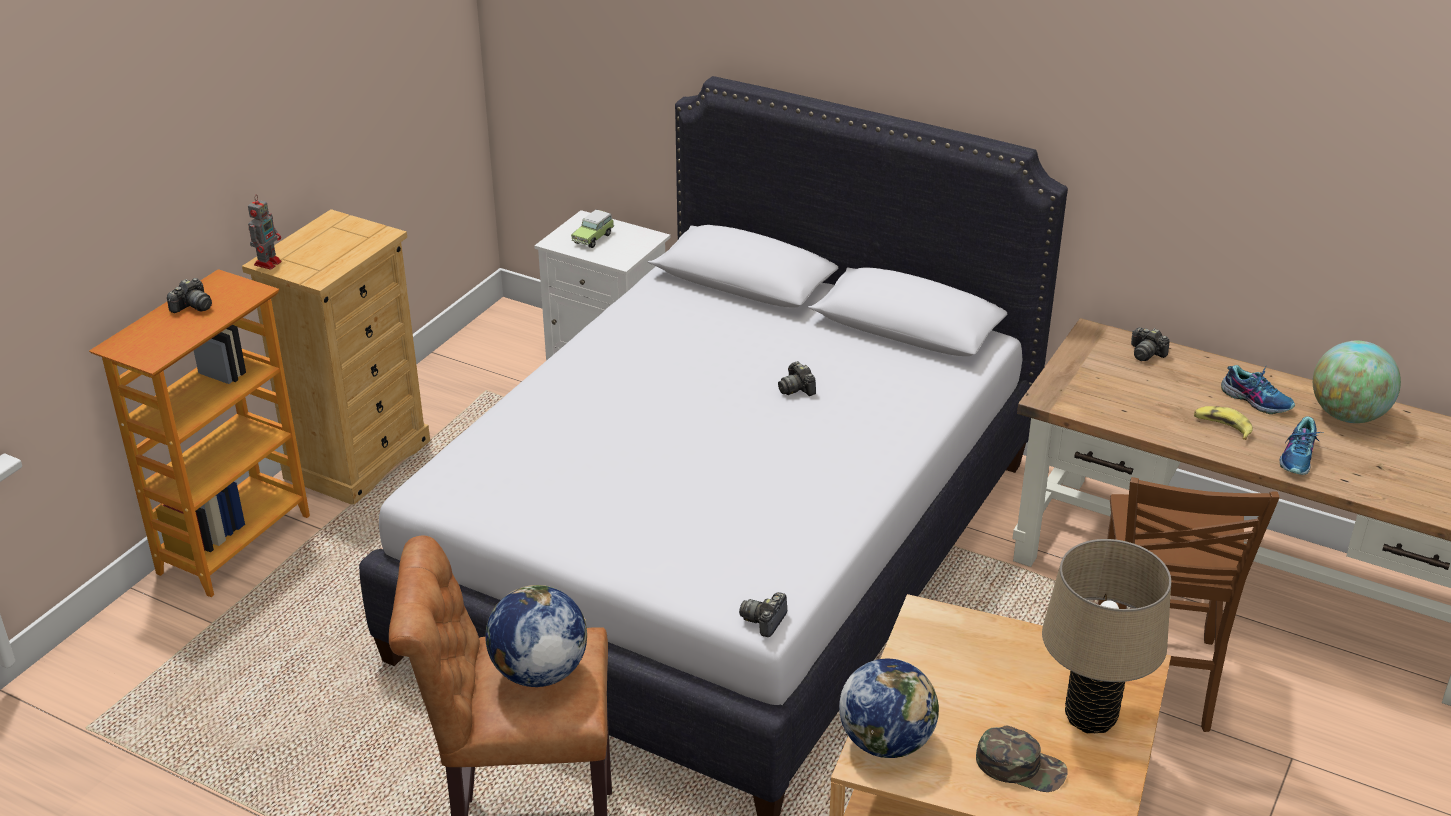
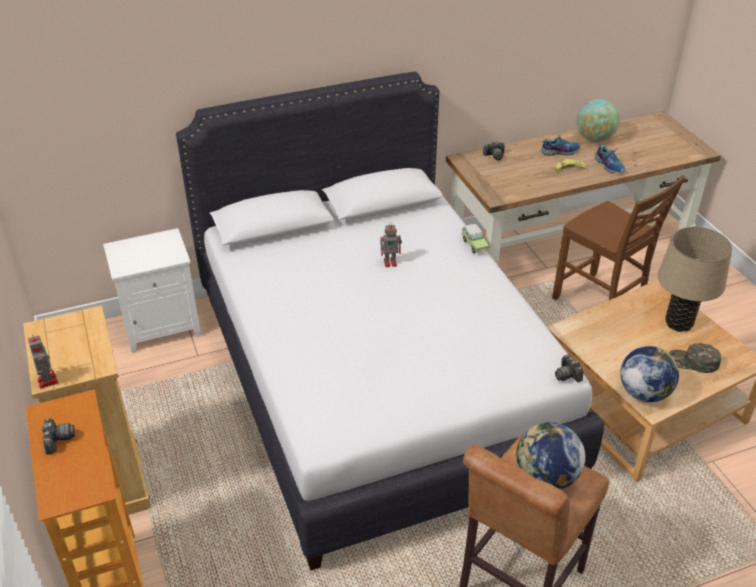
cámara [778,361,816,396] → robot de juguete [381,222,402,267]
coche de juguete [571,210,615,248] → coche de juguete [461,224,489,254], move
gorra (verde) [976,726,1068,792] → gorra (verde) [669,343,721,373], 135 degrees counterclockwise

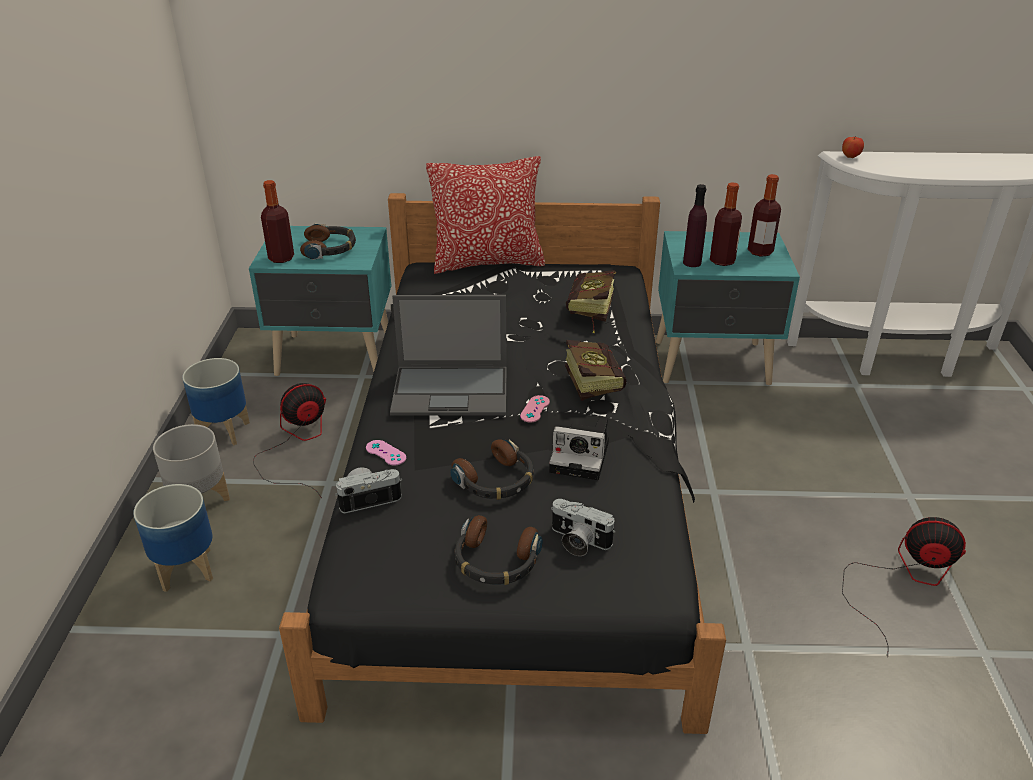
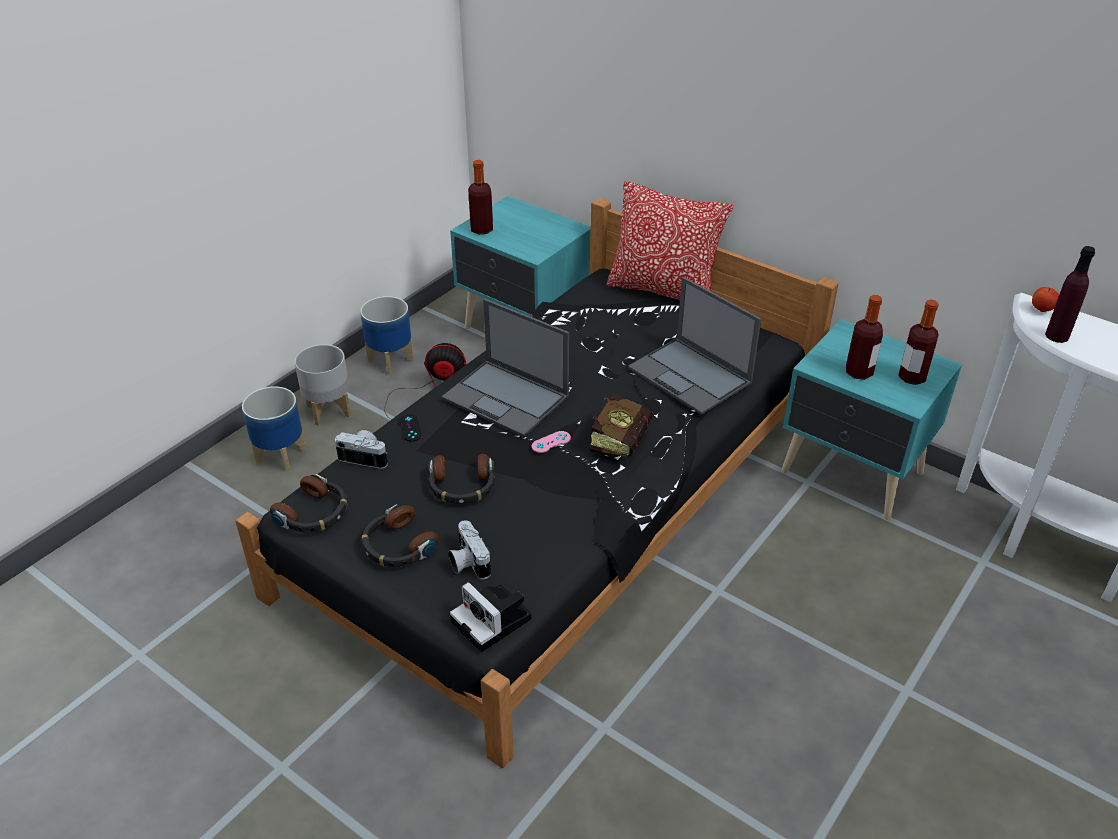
auriculares [300,224,356,260] → auriculares [270,474,348,533], move
mando de consola (rosa) [366,440,406,465] → mando de consola (negro) [400,414,422,442]
cámara [549,416,609,480] → cámara [450,582,532,652], move
libro [566,270,616,333] → portátil [628,277,761,415]
botella (morado) [683,184,707,267] → botella (morado) [1045,246,1095,343], move
ventilador [842,517,966,657] → -

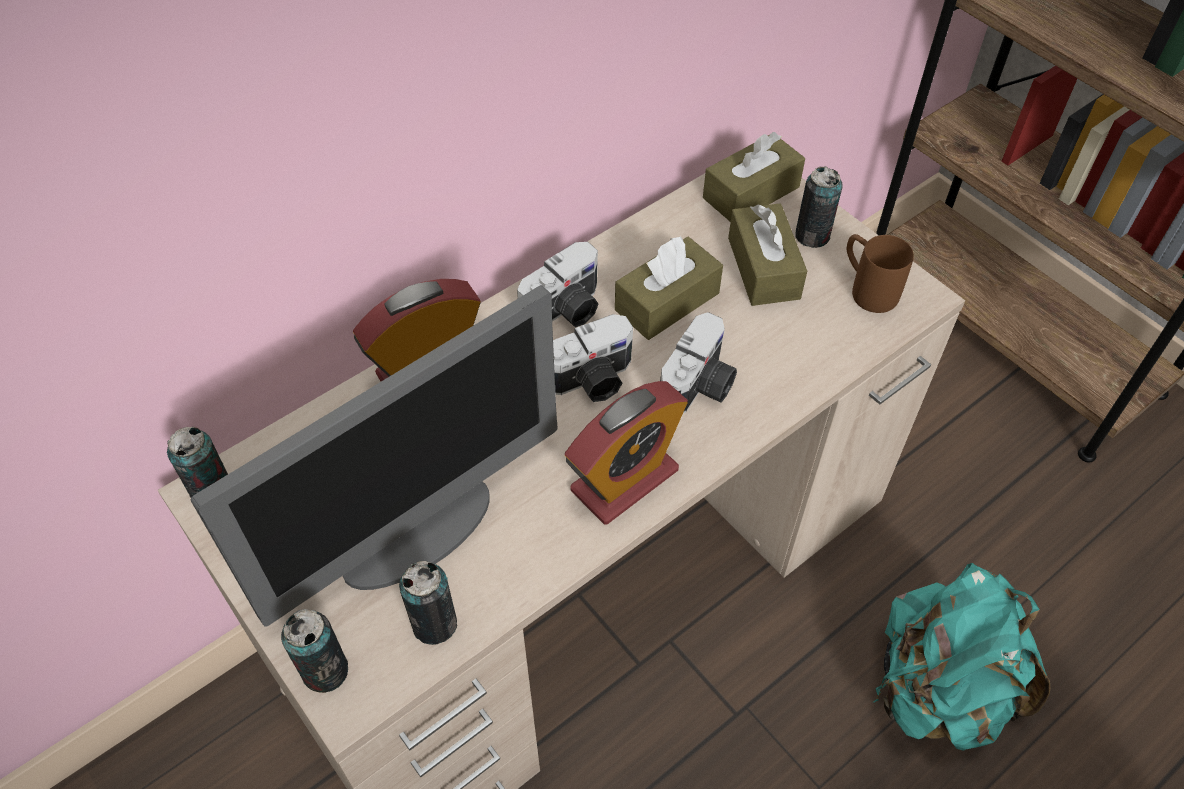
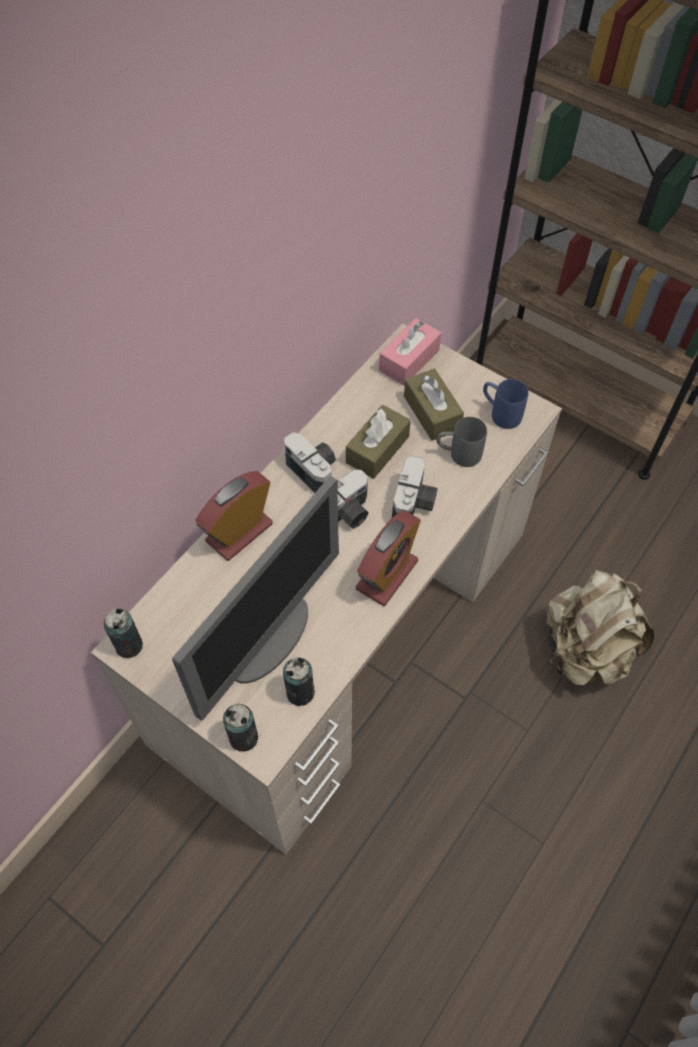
cámara [517,242,598,327] → cámara [284,432,336,494], 75 degrees counterclockwise
caja de pañuelos (marrón) [703,132,805,222] → caja de pañuelos (rosa) [379,318,441,386]
- → taza grande (gris) [437,417,487,467]
taza grande (marrón) [847,234,914,313] → taza grande (azul) [483,379,528,429]
mochila (turquesa) [874,563,1050,751] → mochila (beis) [546,570,655,686]
lata [795,166,843,248] → -

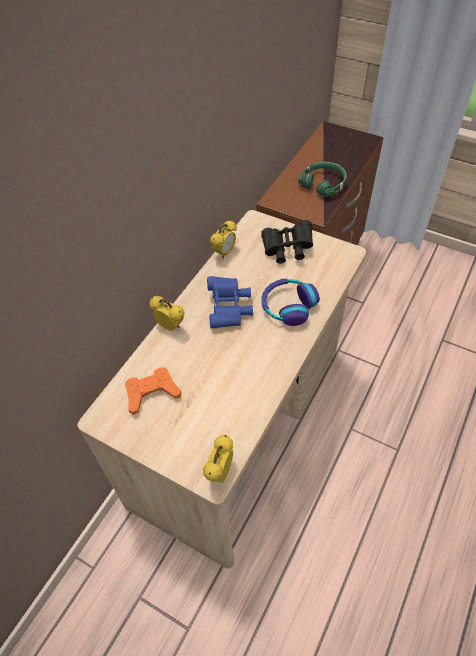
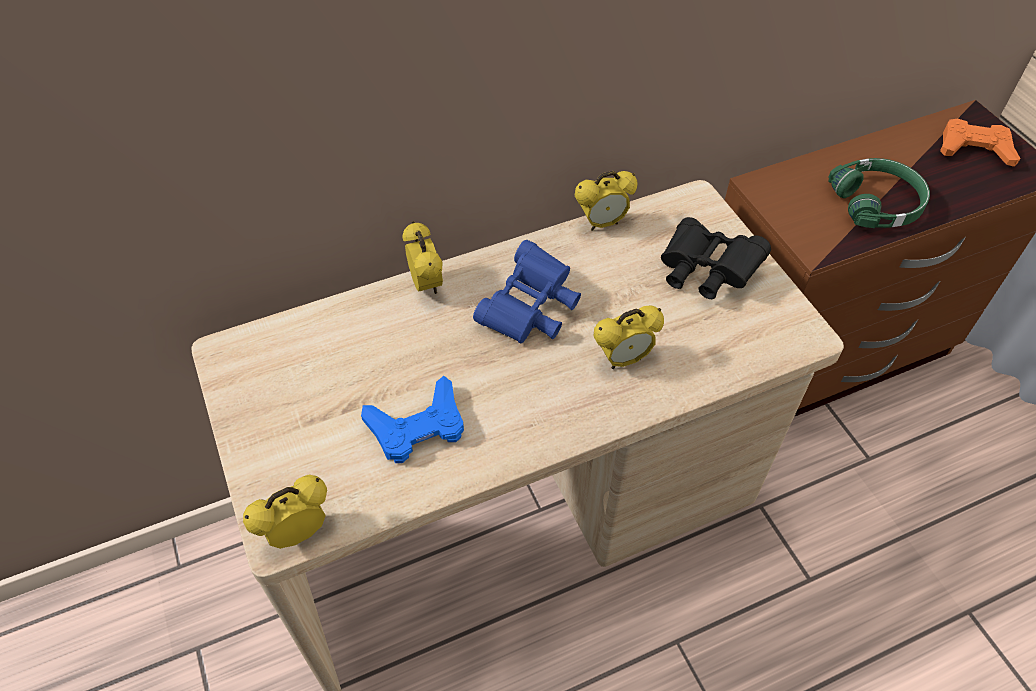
- → mando de consola (azul) [361,376,464,463]
auriculares [261,279,320,326] → despertador [594,305,664,369]
mando de consola (naranja) [125,367,182,415] → mando de consola (naranja) [940,119,1021,167], move

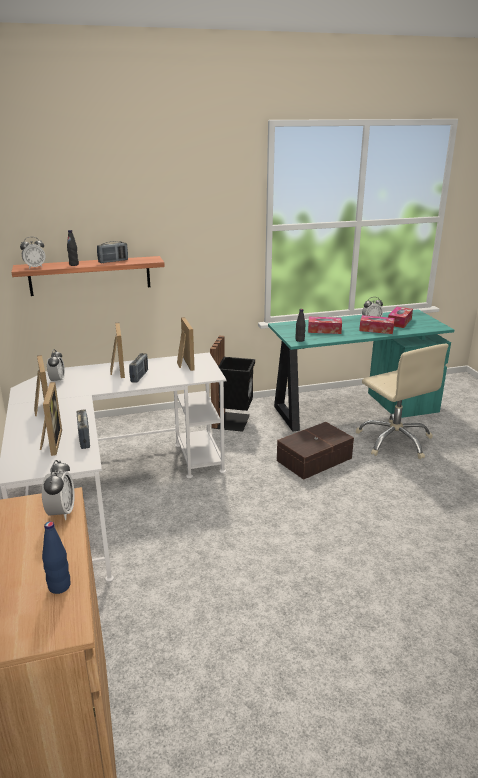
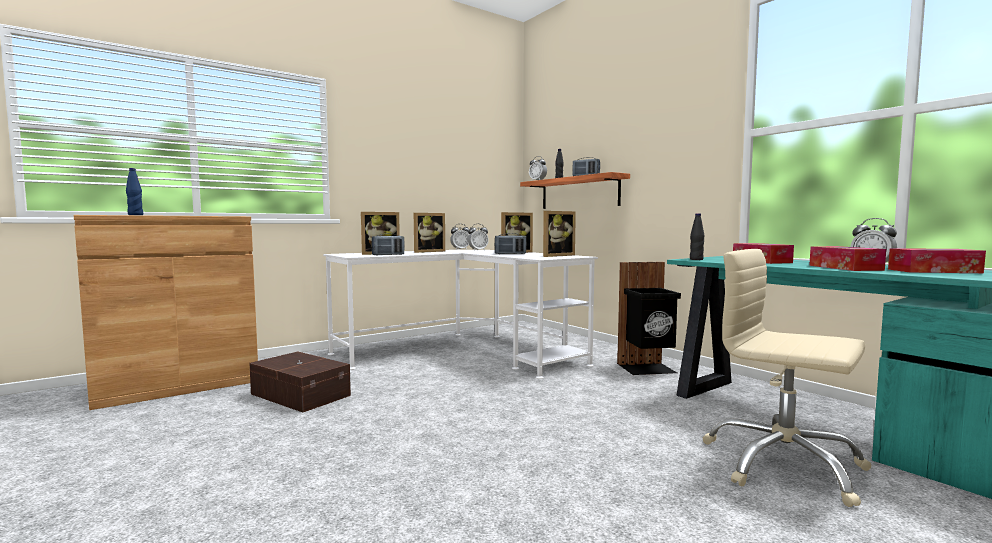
caja de almacenaje (marrón) [277,422,354,480] → caja de almacenaje (marrón) [249,352,351,412], move
despertador [42,460,75,520] → despertador [450,224,469,250], move
silla de oficina (beis) [356,344,449,459] → silla de oficina (beis) [703,249,872,507], 90 degrees clockwise

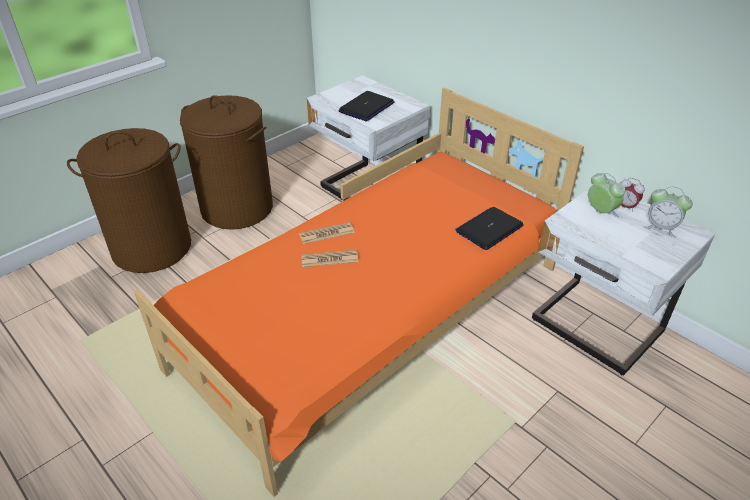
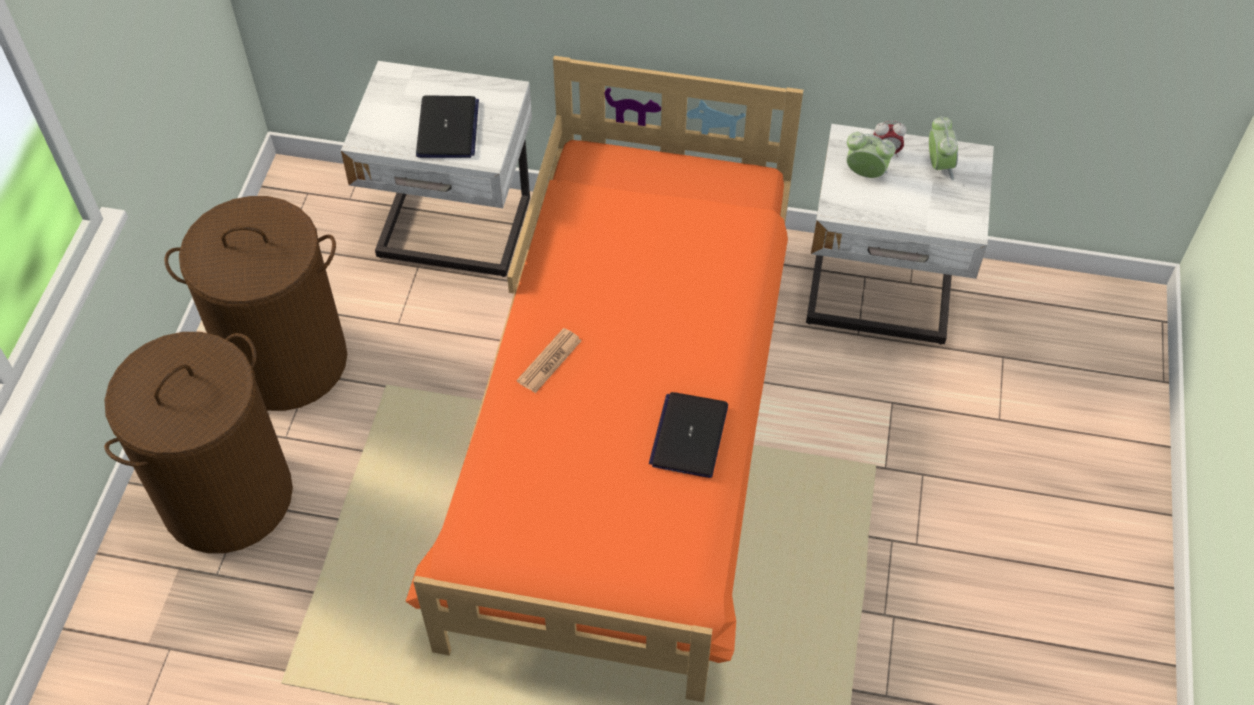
portátil [455,207,524,250] → portátil [649,392,728,478], move
despertador [643,186,693,237] → despertador [929,116,958,180], 90 degrees counterclockwise
periódico [301,250,359,267] → -

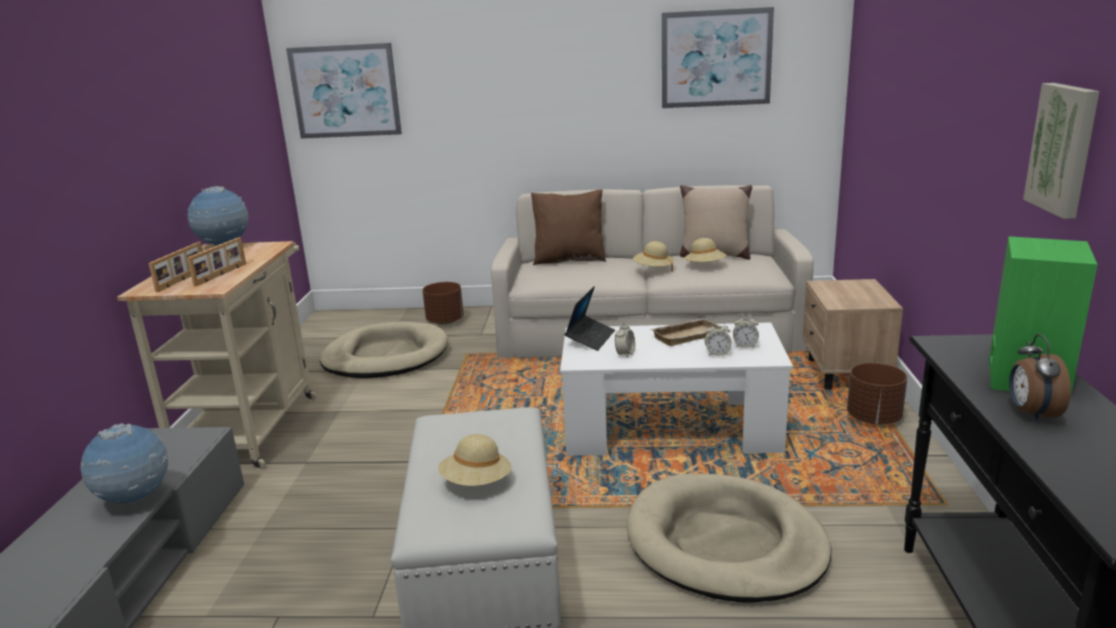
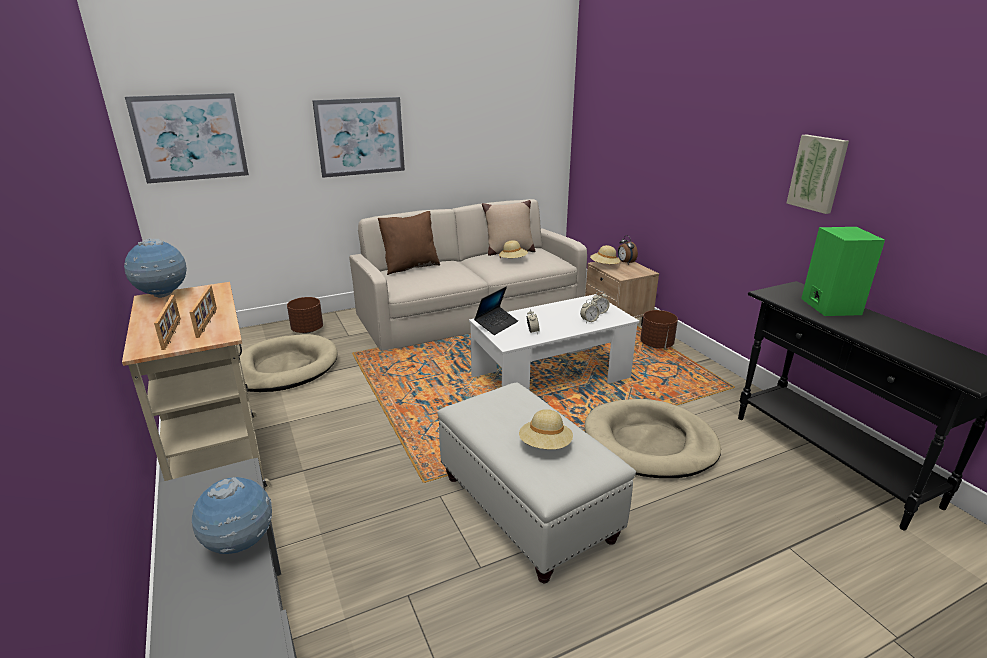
cuadro [662,7,774,108] → cuadro [312,97,405,178], move
portátil [565,286,615,351] → portátil [474,287,518,335], 45 degrees clockwise
sombrero (beis) [633,241,674,272] → sombrero (beis) [590,245,620,264], move
despertador [1009,334,1071,422] → despertador [618,235,638,265], move
bandeja (beis) [651,318,722,346] → -

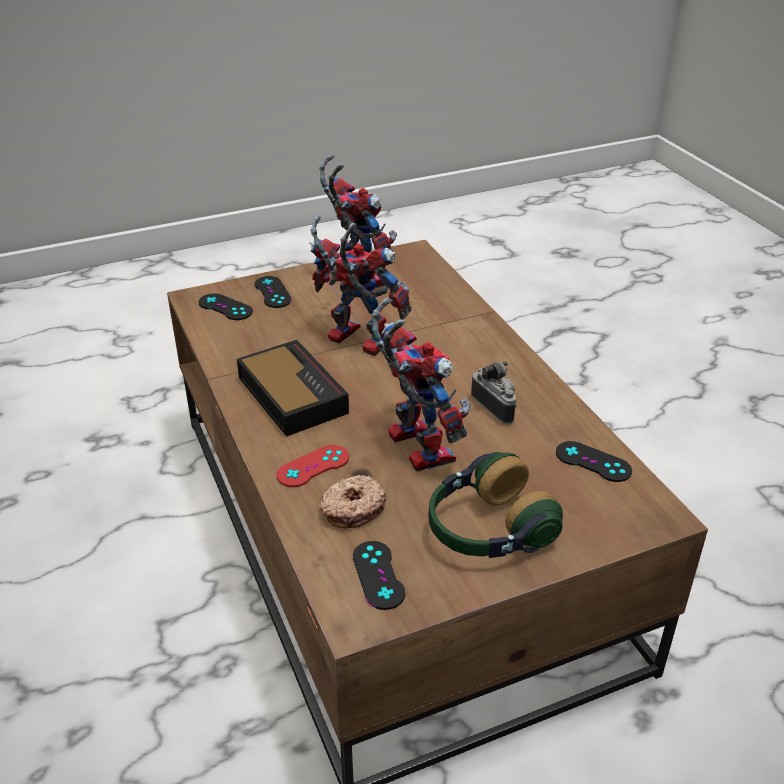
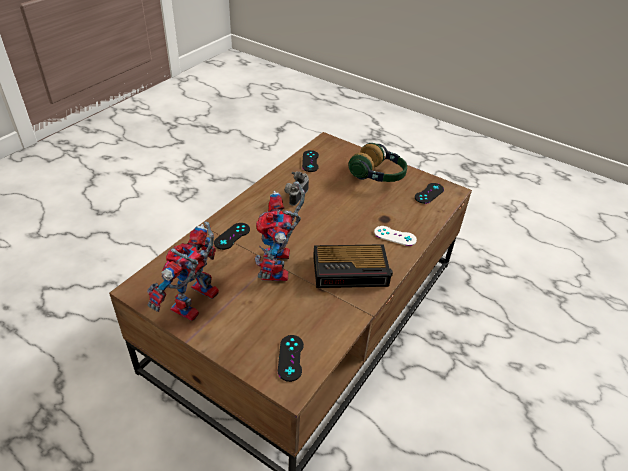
mando de consola (negro) [255,276,292,308] → mando de consola (negro) [214,223,250,250], move
despertador [237,340,349,437] → despertador [313,244,393,288], 120 degrees counterclockwise
mando de consola (rojo) [277,445,349,487] → mando de consola (blanco) [374,226,417,246]
rosquilla [319,475,387,529] → -
robot de juguete [372,298,471,471] → -

